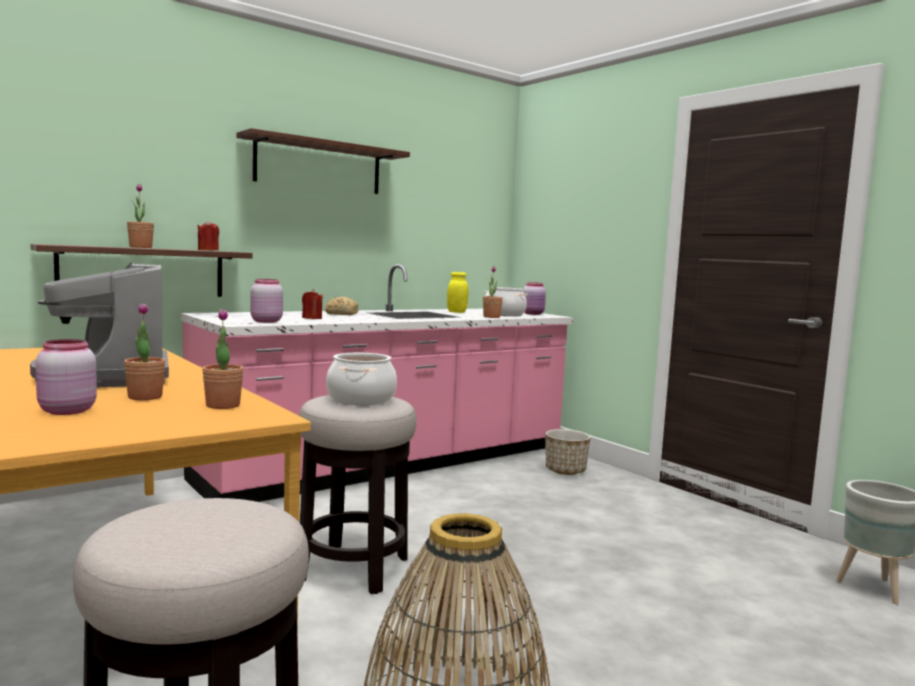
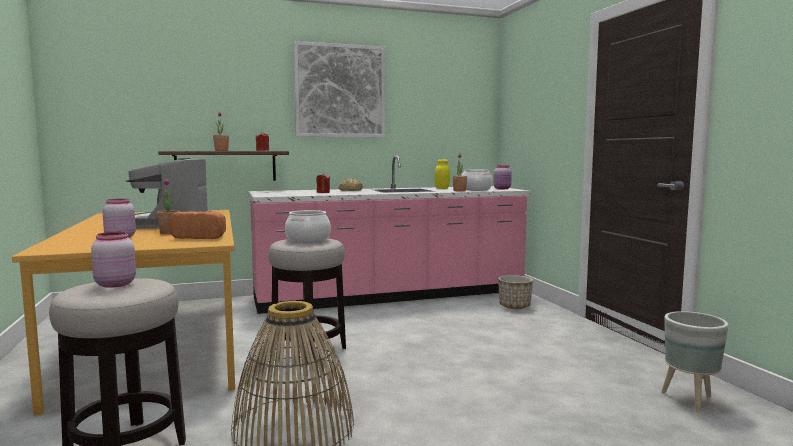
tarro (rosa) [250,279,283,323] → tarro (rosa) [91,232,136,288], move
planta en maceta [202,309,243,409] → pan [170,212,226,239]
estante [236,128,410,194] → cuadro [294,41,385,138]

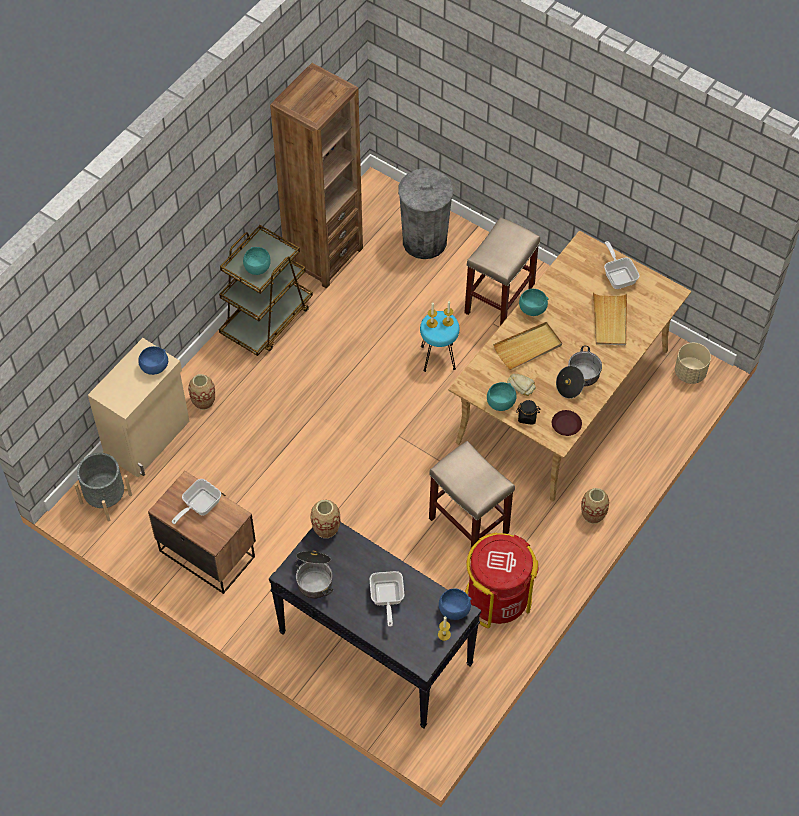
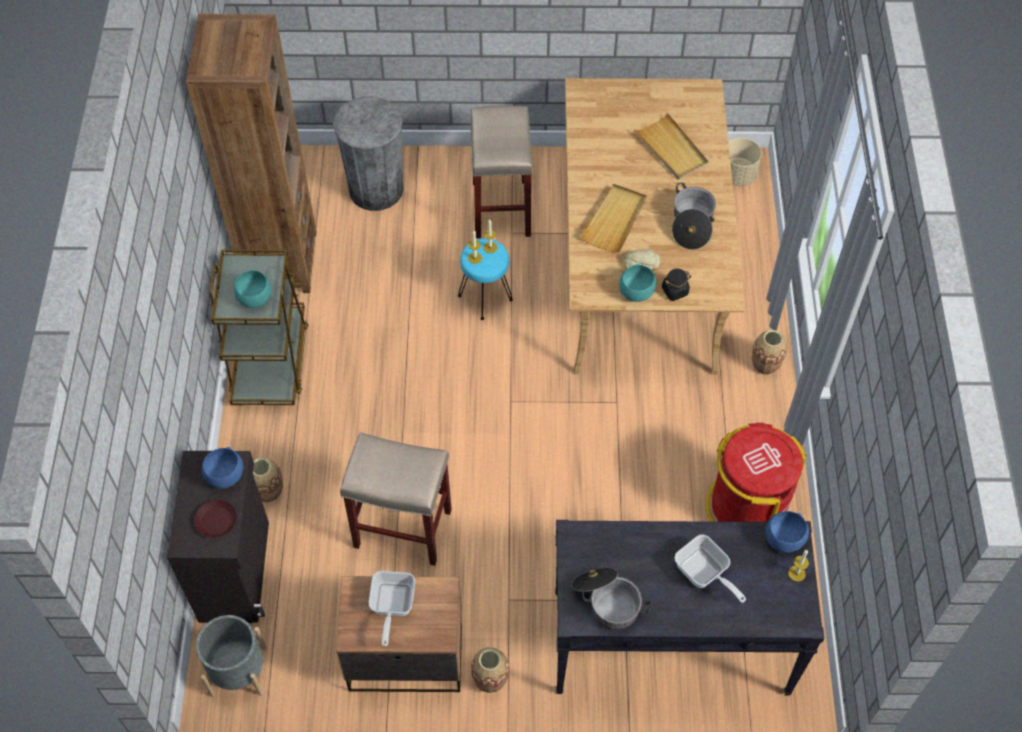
armario (beis) [88,338,190,477] → armario (negro) [167,451,269,623]
plato (marrón) [552,410,582,436] → plato (marrón) [194,500,237,538], move
taburete (beis) [429,441,515,556] → taburete (beis) [340,432,452,566], move
florero [310,500,340,538] → florero [471,647,509,693], move
cuenco (turquesa) [519,289,549,316] → -
sartén [604,241,640,289] → -

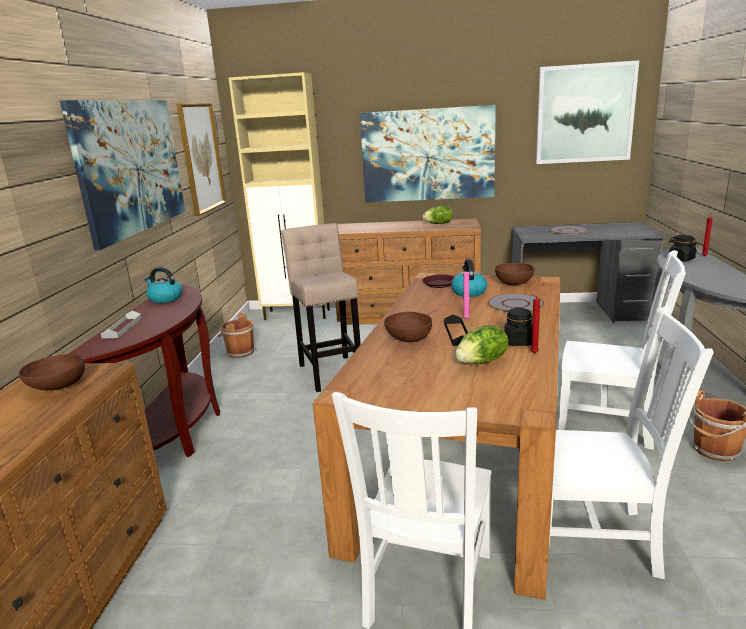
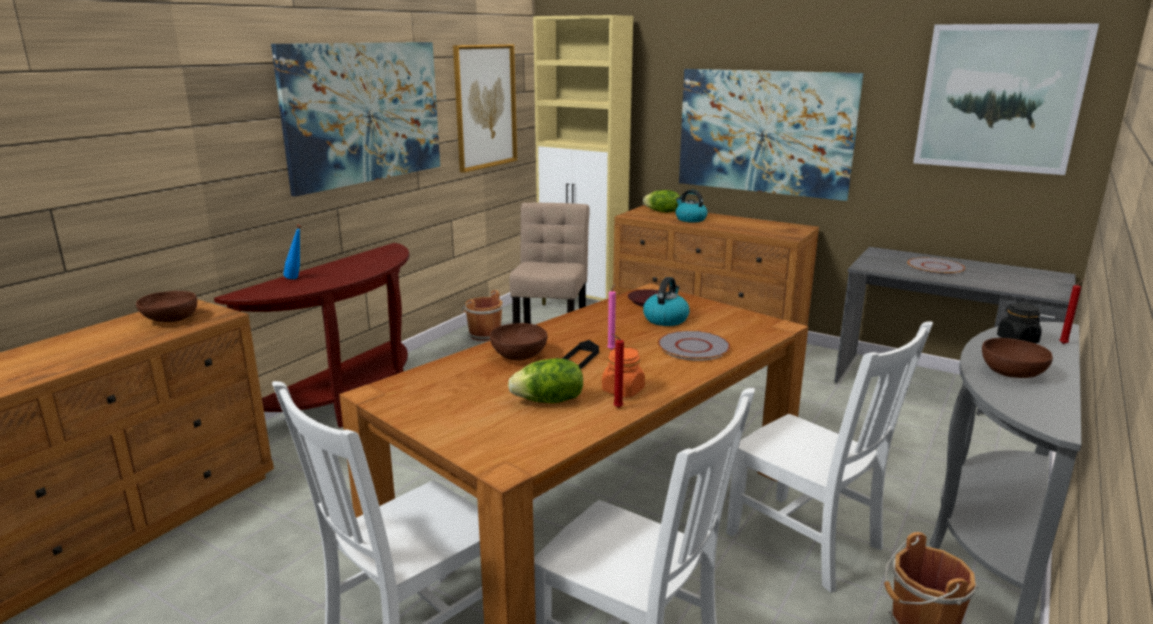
bandeja (gris) [101,311,142,339] → botella (azul) [283,224,301,279]
tarro (negro) [504,308,533,346] → tarro (naranja) [602,347,645,398]
lechuga [423,206,453,224] → lechuga [643,190,680,212], move
hervidor [144,267,182,303] → hervidor [676,189,708,223], move
cuenco (marrón) [495,263,534,285] → cuenco (marrón) [982,338,1053,378], move

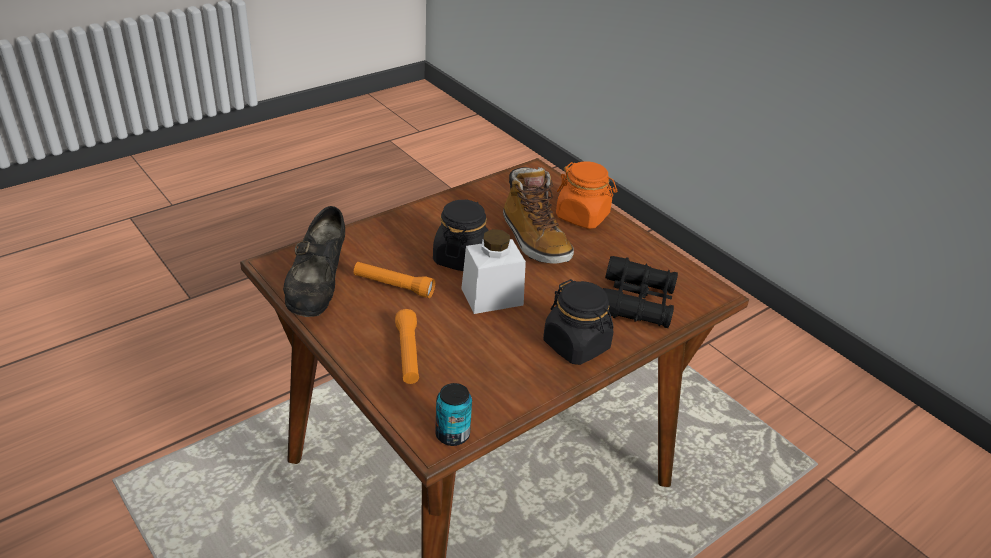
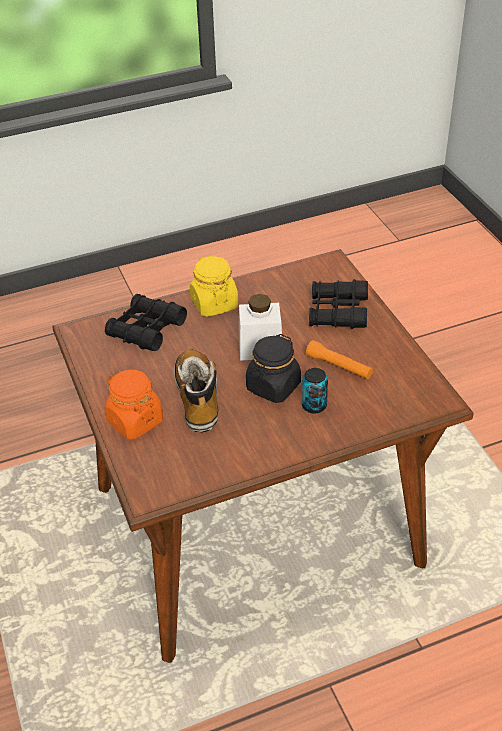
tarro (negro) [543,279,614,365] → tarro (amarillo) [190,256,238,317]
lata [435,383,472,446] → lata [302,368,328,414], move
linterna (naranja) [395,309,419,384] → prismáticos (negro) [309,279,368,329]
zapato (negro) [283,206,345,317] → -

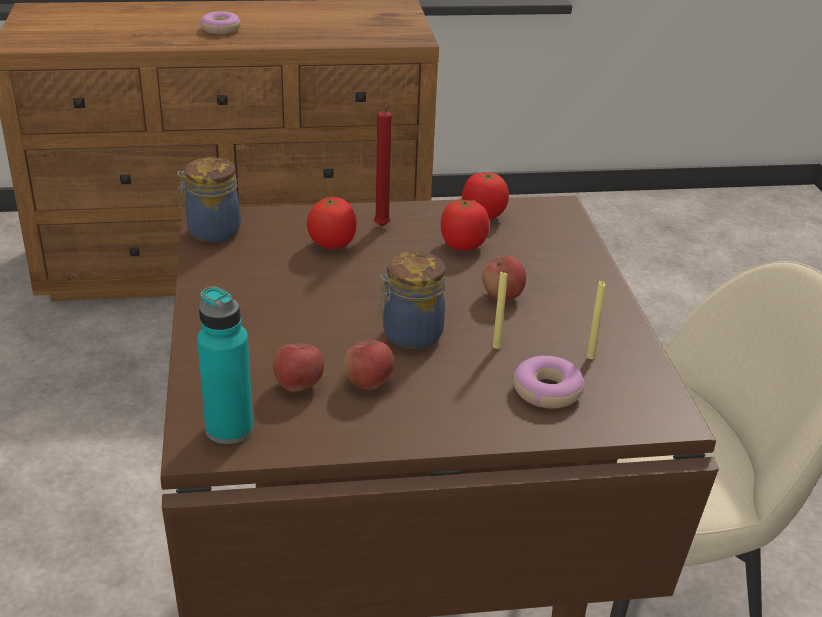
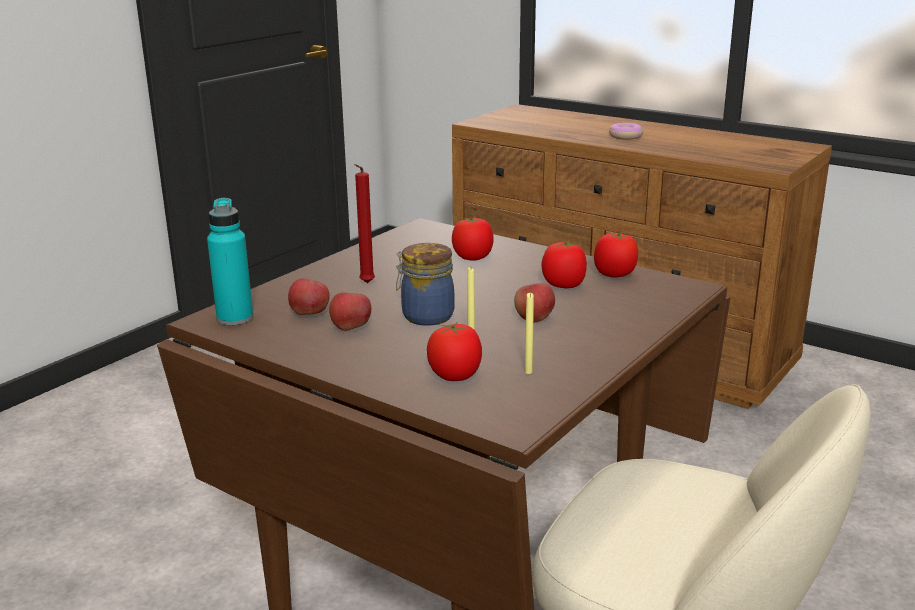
vela (rojo) [374,105,392,226] → vela (rojo) [355,164,375,283], move
rosquilla [513,356,584,408] → tomate [427,322,482,381]
tarro [177,157,241,243] → -

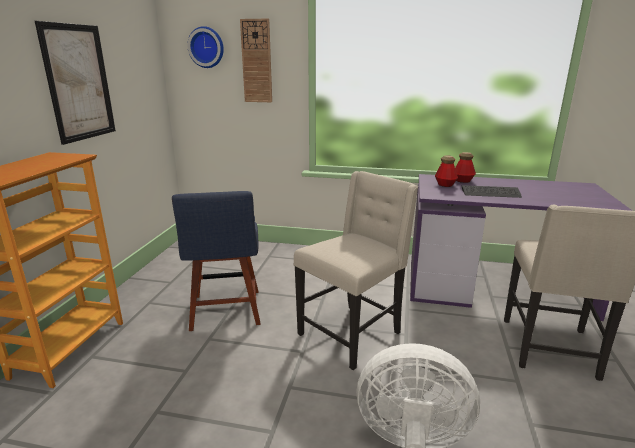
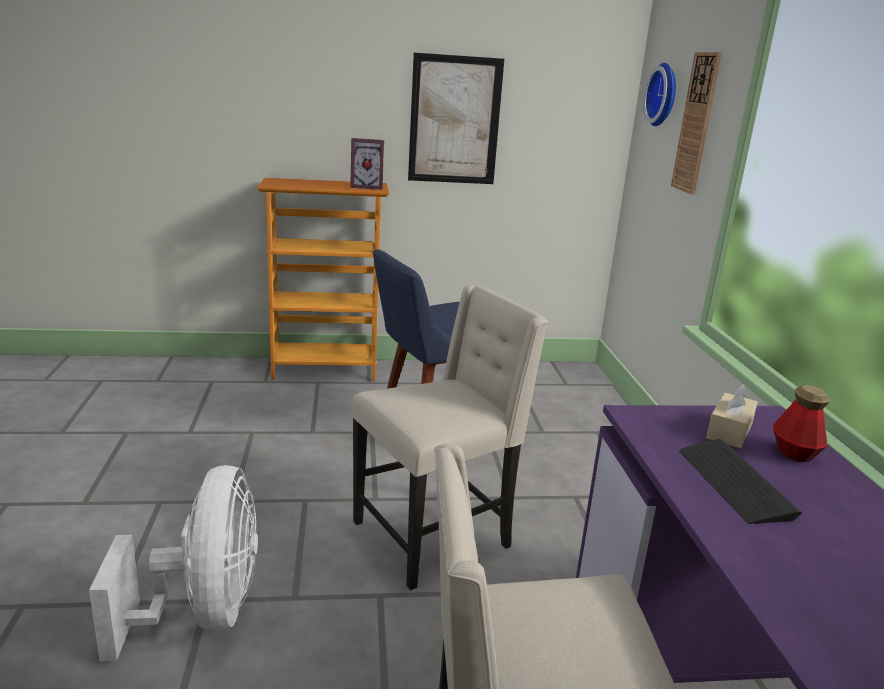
- → portarretratos [350,138,384,190]
silla (beis) [294,171,418,370] → silla (beis) [351,285,548,590], 60 degrees counterclockwise
botella [435,155,458,187] → caja de pañuelos (beis) [706,384,758,448]

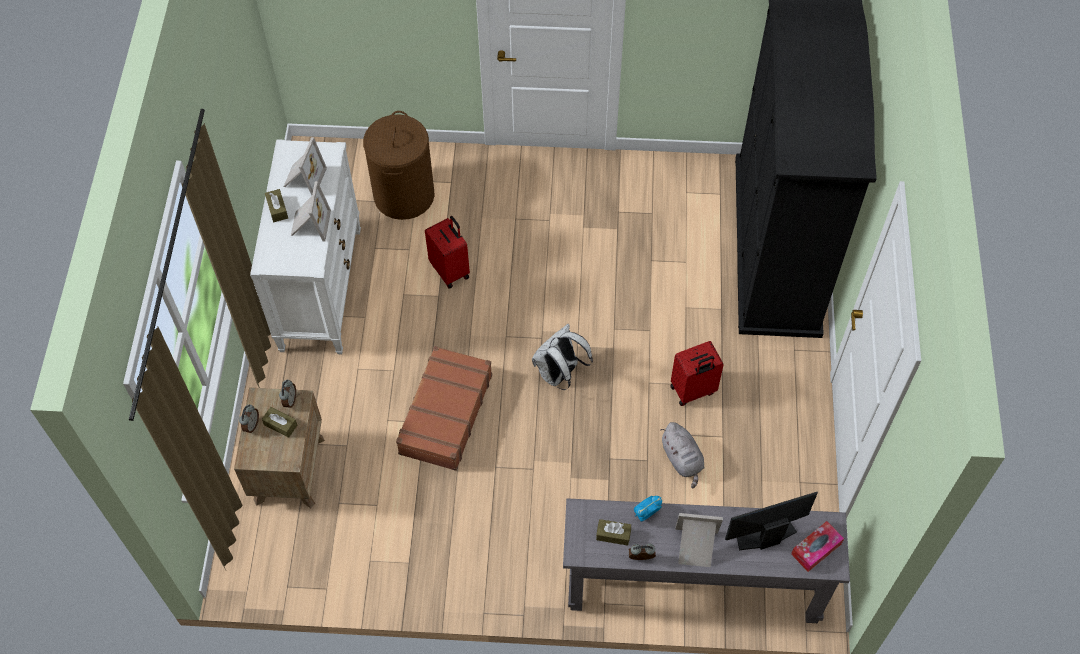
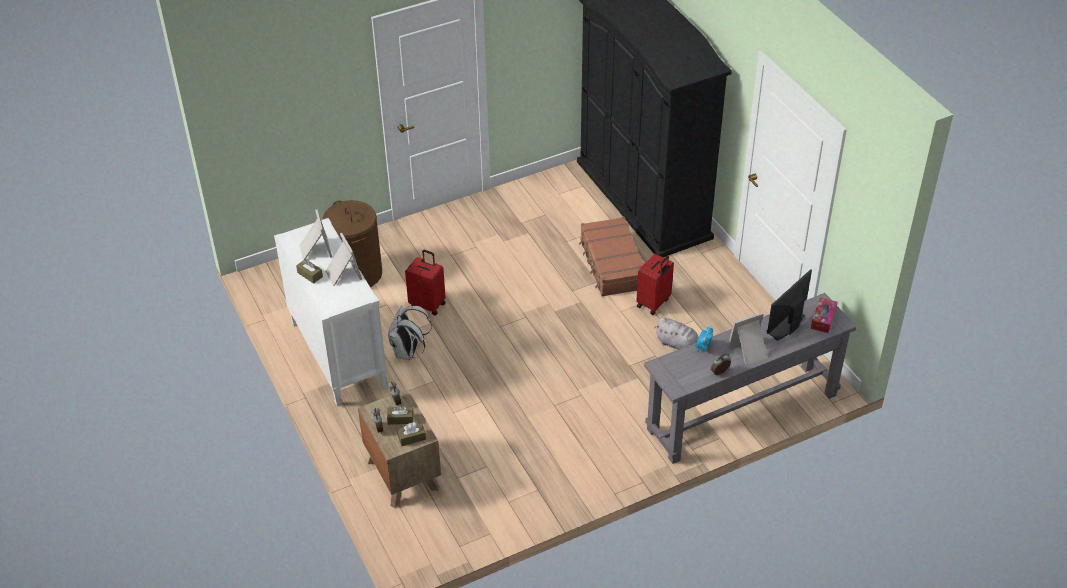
mochila (blanco) [532,324,593,390] → mochila (blanco) [388,305,432,360], move
caja de pañuelos (marrón) [596,519,631,545] → caja de pañuelos (marrón) [397,422,426,446], move
maleta (marrón) [396,346,492,471] → maleta (marrón) [579,217,644,297], move

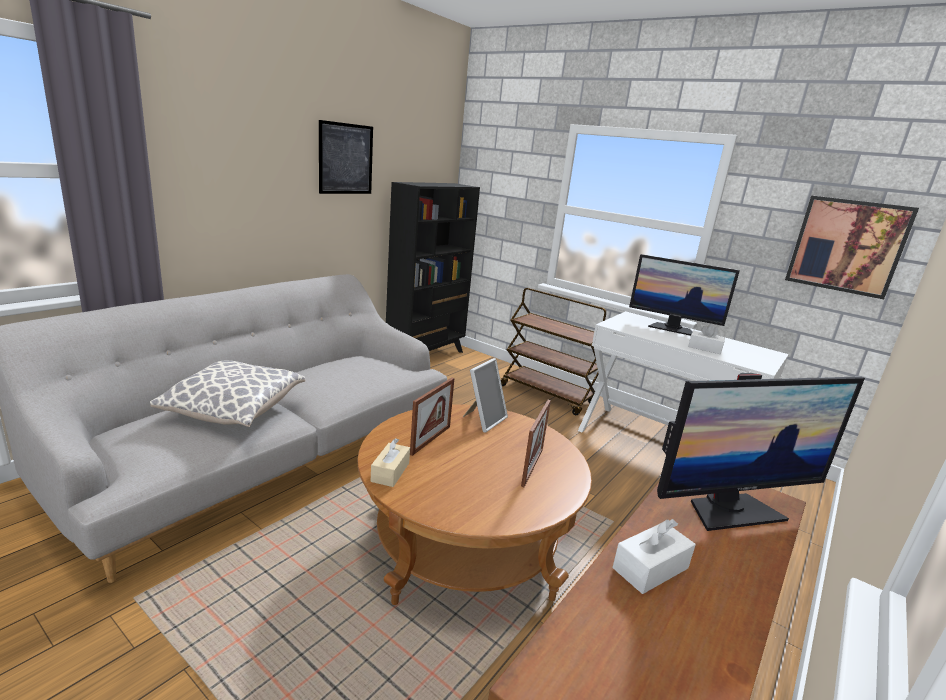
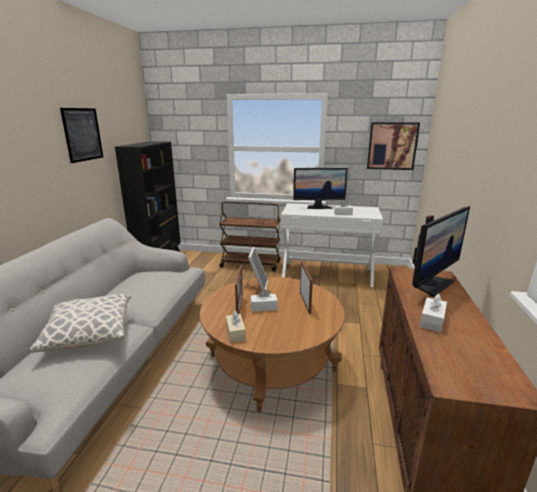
- → caja de pañuelos (blanco) [250,289,278,312]

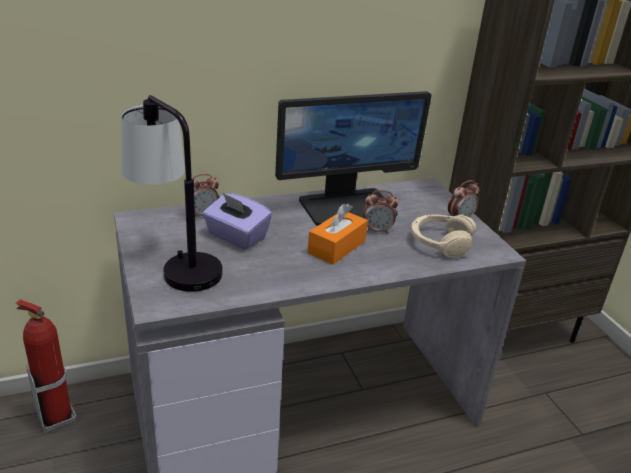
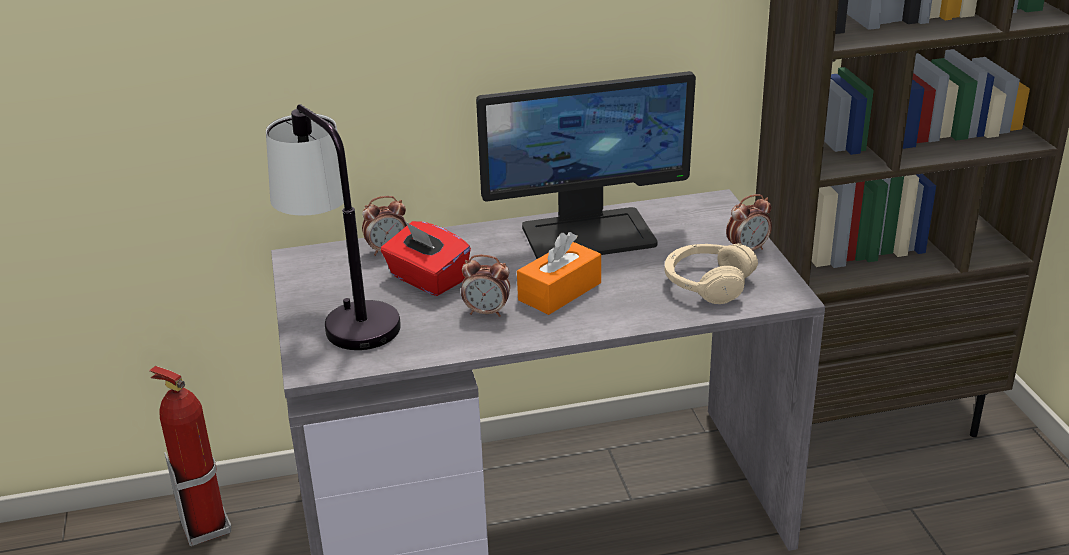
caja de pañuelos (morado) [202,193,272,249] → caja de pañuelos (rojo) [381,221,471,296]
despertador [363,190,398,234] → despertador [461,255,510,317], move

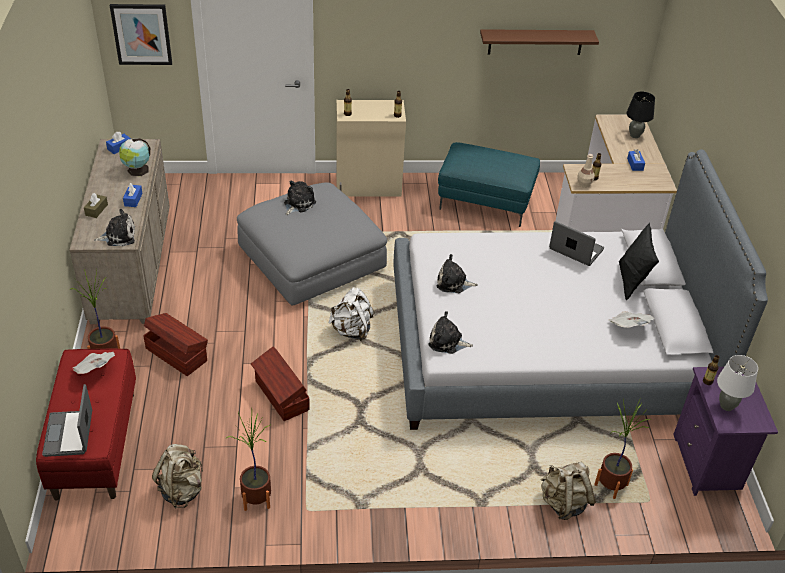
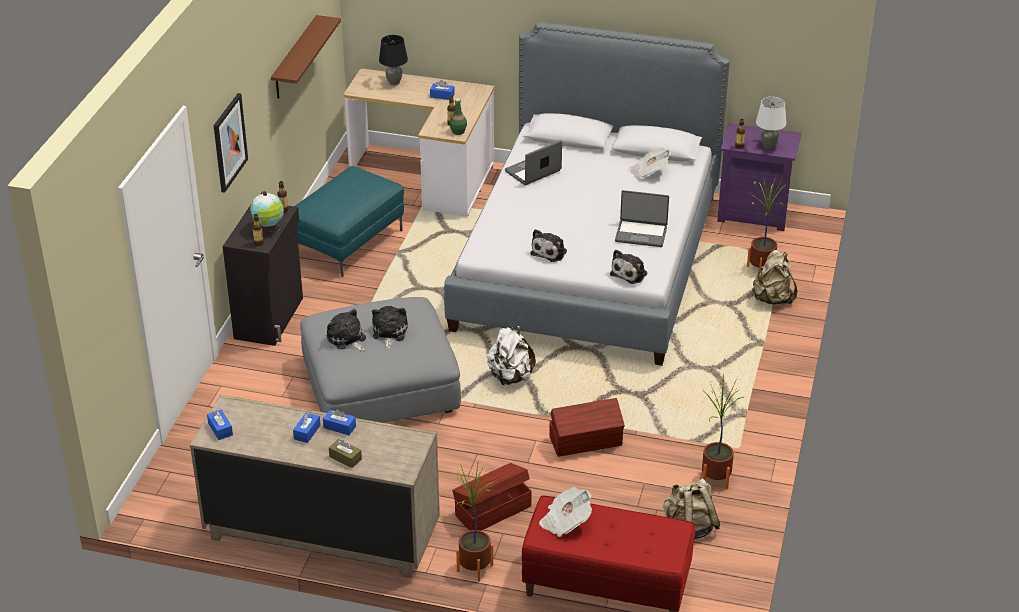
cuadro [110,4,172,65] → cuadro [214,93,248,193], move
armario (beis) [336,100,406,197] → armario (negro) [223,206,303,346]
globo terráqueo [119,138,150,176] → globo terráqueo [250,191,284,235], move
- → caja de pañuelos (azul) [293,412,321,443]
peluche [94,209,135,246] → peluche [372,306,408,350], move
botella (beis) [577,154,595,188] → botella (verde) [449,98,467,135]
portátil [42,384,92,457] → portátil [615,190,669,247], move
cojín (negro) [619,223,659,300] → -

